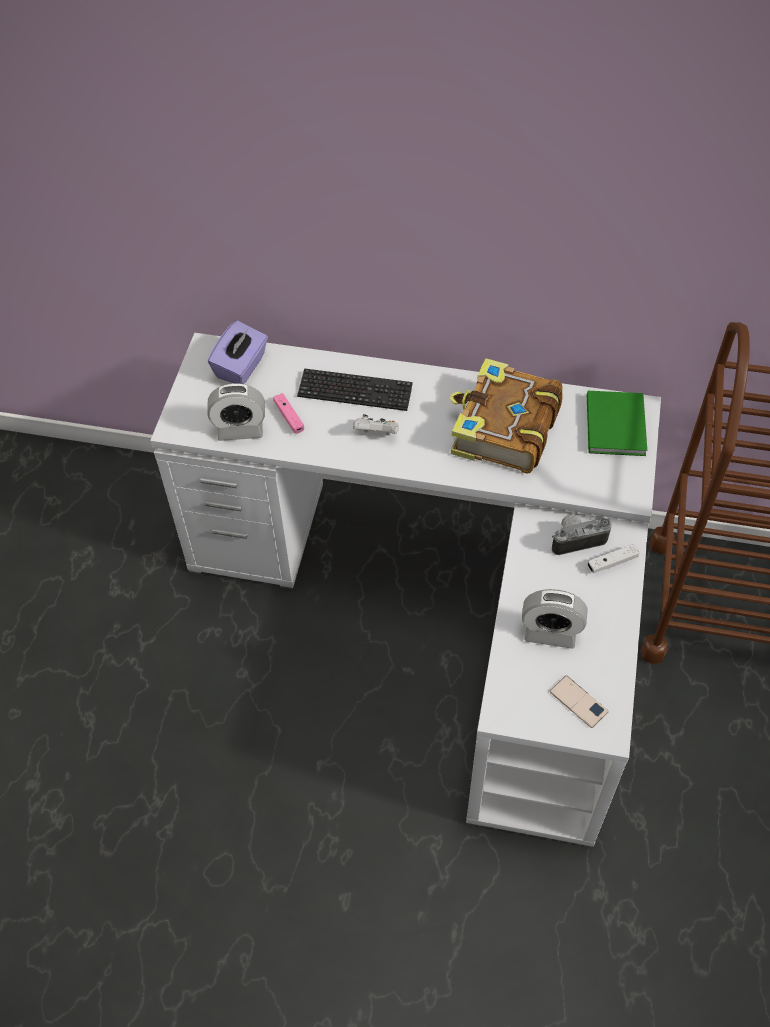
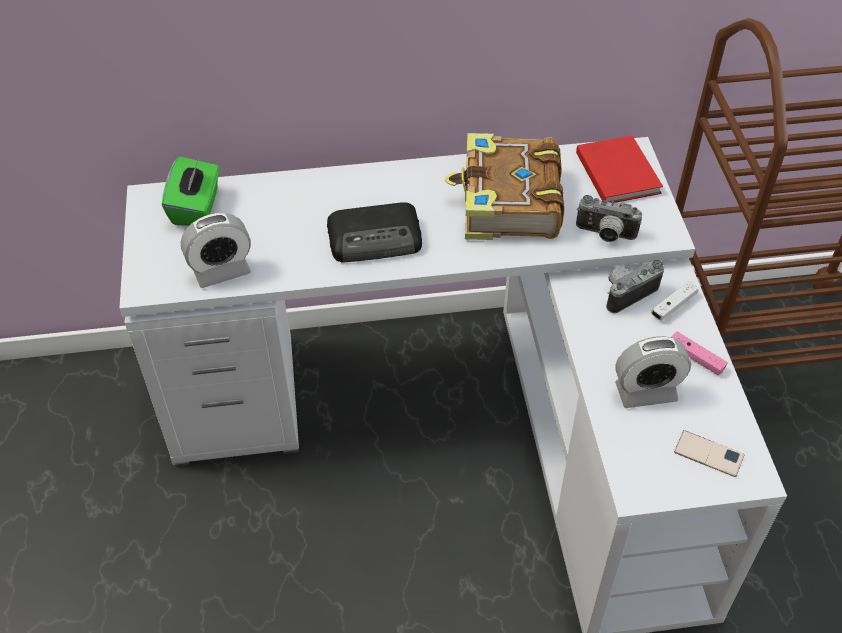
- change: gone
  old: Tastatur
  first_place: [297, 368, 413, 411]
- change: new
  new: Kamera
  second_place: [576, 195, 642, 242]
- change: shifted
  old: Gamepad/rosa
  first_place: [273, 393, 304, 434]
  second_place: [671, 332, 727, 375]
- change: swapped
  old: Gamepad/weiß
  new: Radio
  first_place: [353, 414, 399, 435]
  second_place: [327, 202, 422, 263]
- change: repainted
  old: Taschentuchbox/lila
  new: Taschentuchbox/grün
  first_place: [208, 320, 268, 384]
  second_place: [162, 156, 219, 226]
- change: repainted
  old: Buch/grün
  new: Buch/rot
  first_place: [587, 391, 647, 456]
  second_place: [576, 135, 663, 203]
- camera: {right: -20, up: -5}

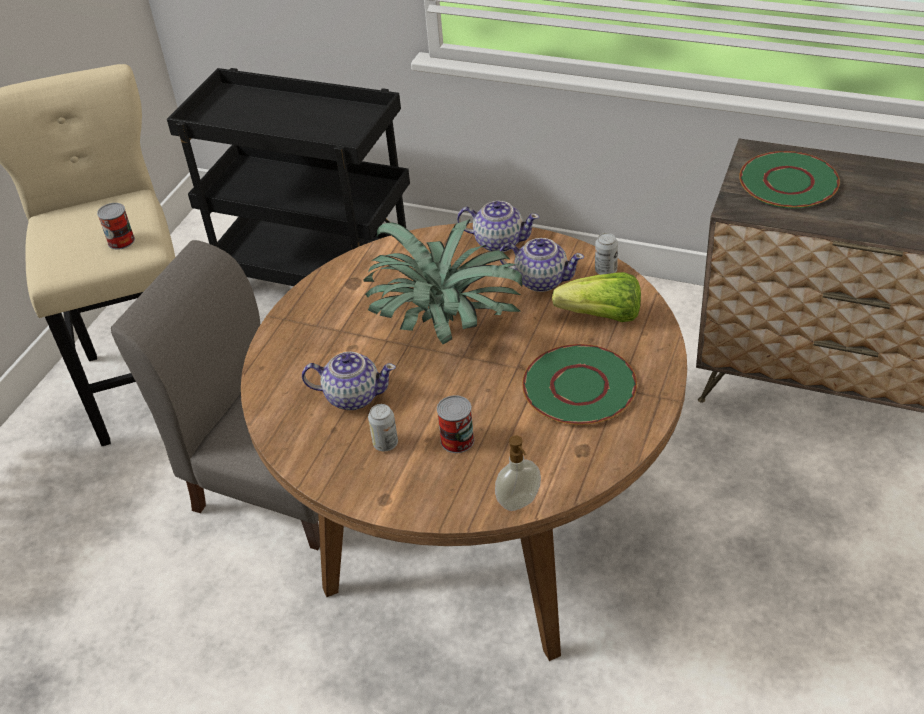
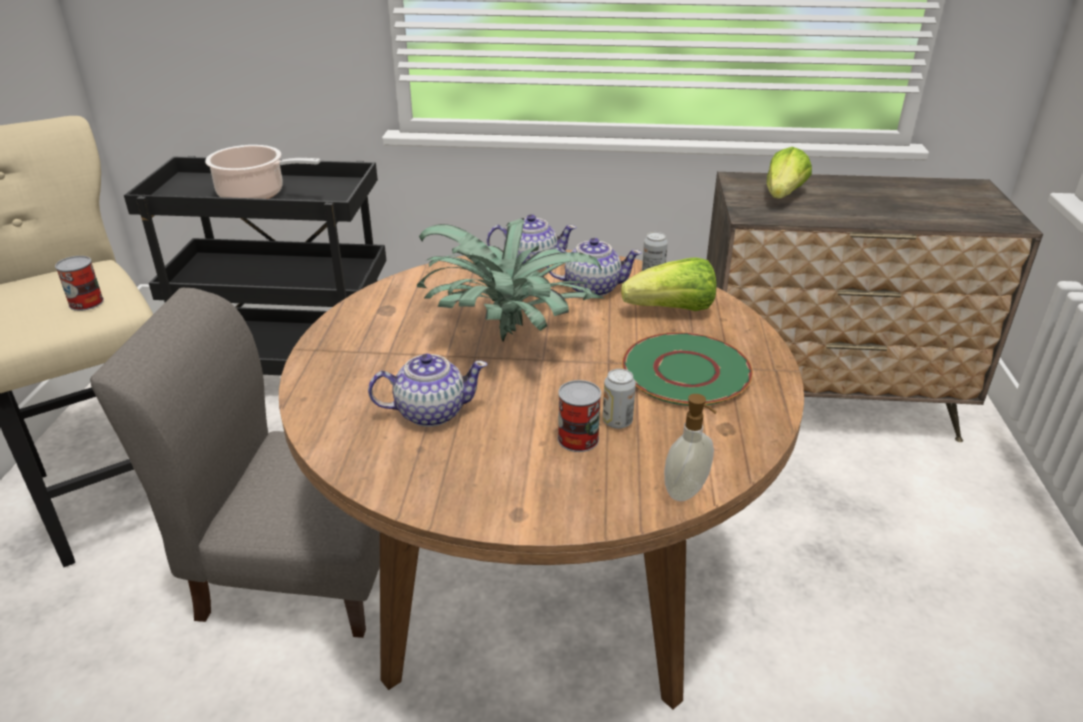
- change: new
  new: Kochtopf
  second_place: [205, 145, 321, 199]
- change: shifted
  old: Dose
  first_place: [368, 404, 398, 451]
  second_place: [603, 369, 636, 429]
- change: swapped
  old: Teller/grün
  new: Salatkopf
  first_place: [739, 151, 840, 209]
  second_place: [767, 147, 812, 199]
- camera: {right: -20, up: -10}

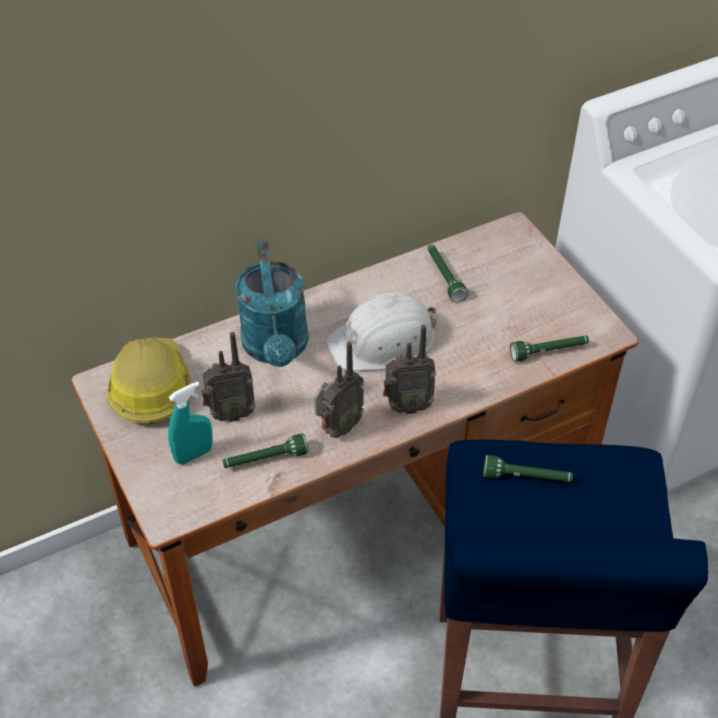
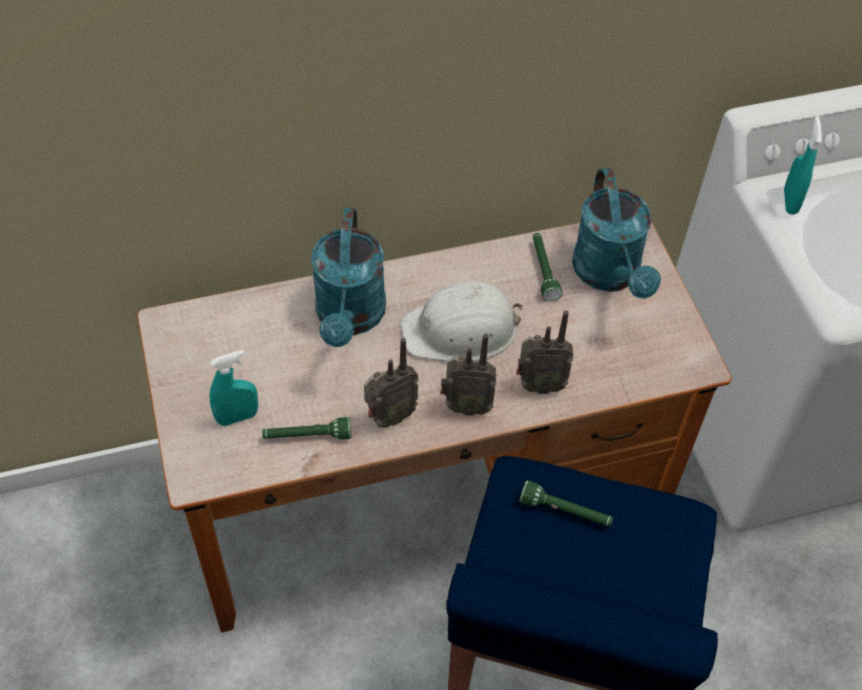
- change: gone
  old: Schutzhelm
  first_place: [107, 338, 192, 424]
- change: gone
  old: Taschenlampe/grün
  first_place: [510, 335, 589, 362]
- change: new
  new: Gießkanne/türkis
  second_place: [572, 168, 661, 299]
- change: new
  new: Sprühflasche/türkis
  second_place: [784, 116, 822, 215]
- change: shifted
  old: Radio
  first_place: [201, 332, 256, 422]
  second_place: [516, 311, 573, 394]
- camera: {right: 10, up: 5}

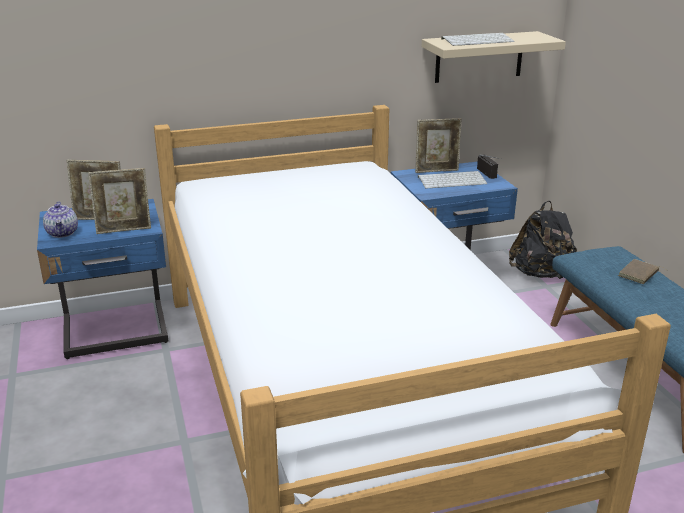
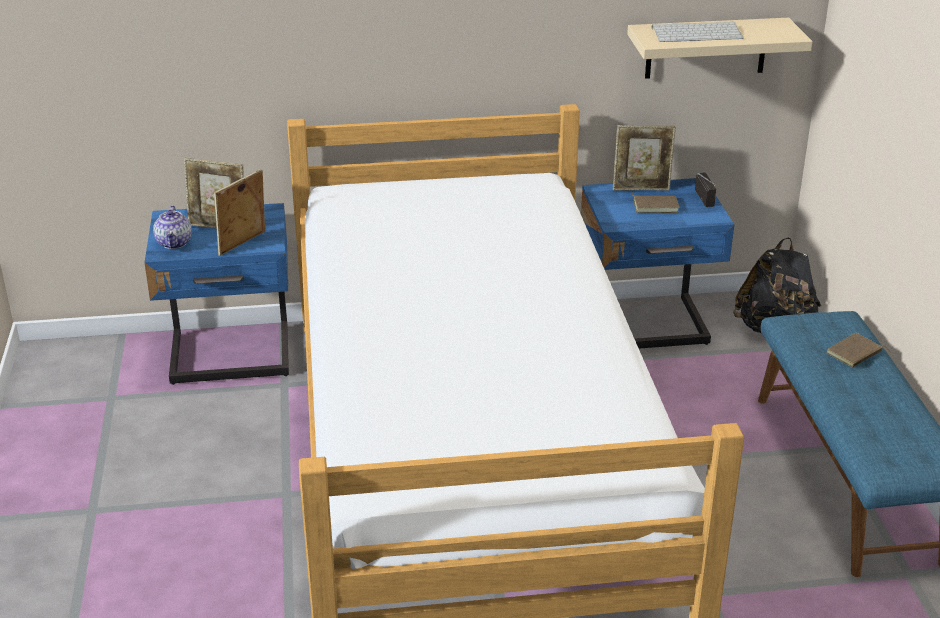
- change: swapped
  old: Tastatur
  new: Buch/braun
  first_place: [418, 171, 487, 189]
  second_place: [632, 191, 680, 213]
- change: rotated
  old: Bilderrahmen
  first_place: [88, 168, 151, 234]
  second_place: [214, 169, 265, 256]
  degrees: 135
- camera: {right: 10, up: 5}

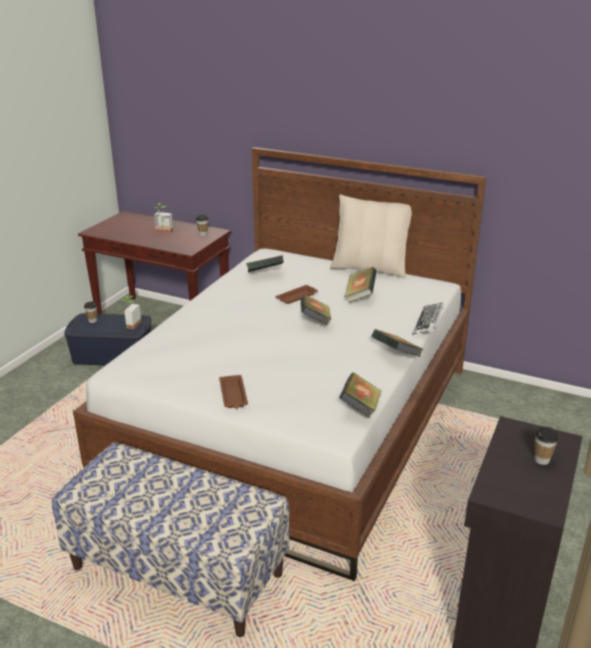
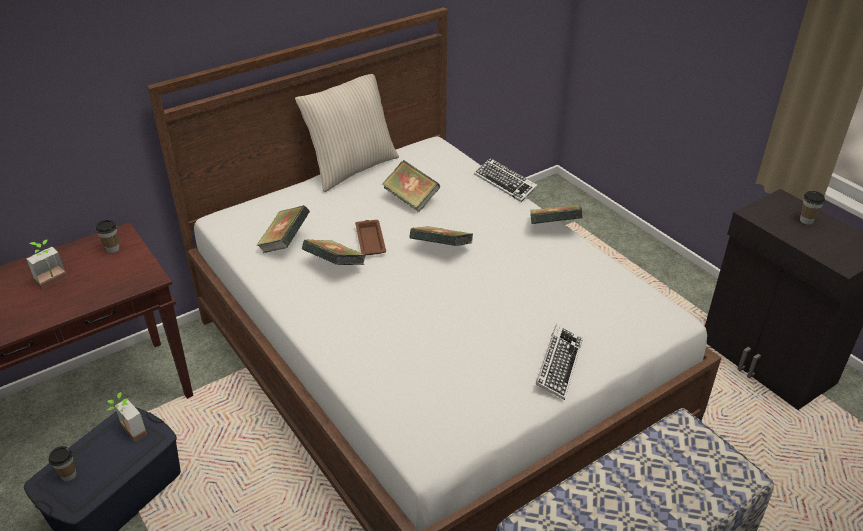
- change: shifted
  old: Buch
  first_place: [339, 373, 382, 418]
  second_place: [302, 239, 366, 265]
- change: swapped
  old: Tablett/braun
  new: Tastatur
  first_place: [219, 375, 248, 408]
  second_place: [536, 324, 583, 400]
- camera: {right: -60, up: 10}

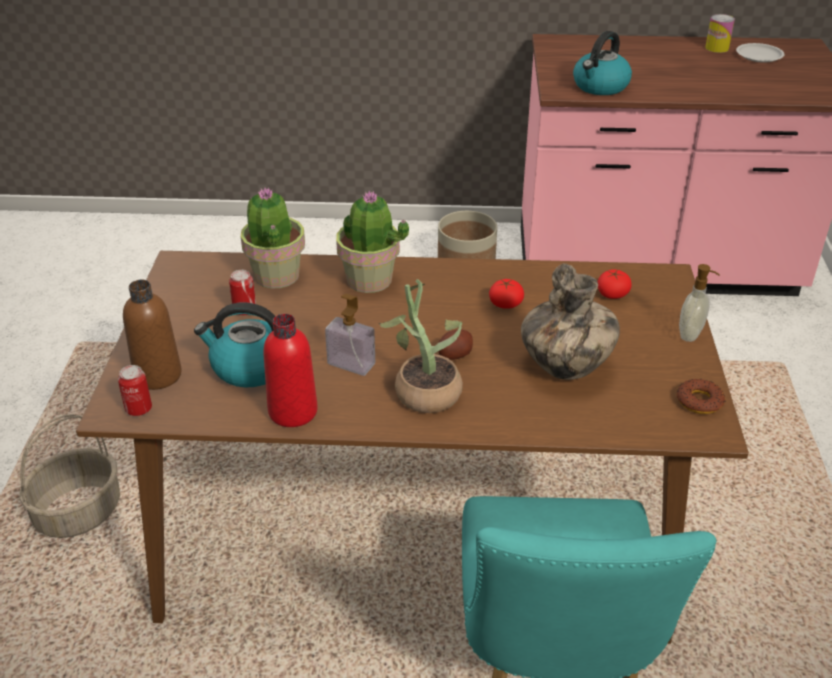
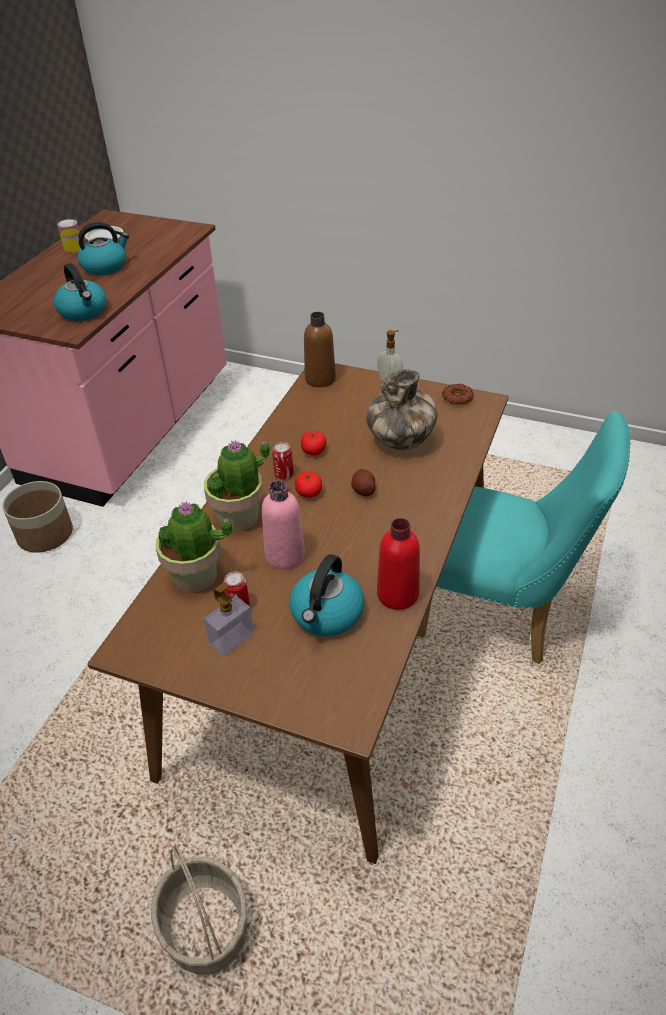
- change: gone
  old: Topfpflanze
  first_place: [379, 279, 463, 413]
- change: new
  new: Wasserkessel
  second_place: [78, 222, 129, 275]
- change: new
  new: Flasche/rosa
  second_place: [262, 480, 305, 569]
- change: shifted
  old: Dose
  first_place: [118, 365, 152, 416]
  second_place: [272, 442, 294, 479]
- change: shifted
  old: Flasche/braun
  first_place: [123, 280, 182, 390]
  second_place: [304, 312, 336, 387]
- change: shifted
  old: Seifenspender
  first_place: [325, 294, 375, 376]
  second_place: [204, 583, 254, 657]
- change: shifted
  old: Tomate
  first_place: [597, 269, 632, 299]
  second_place: [295, 471, 322, 498]
- camera: {right: -70, up: 5}

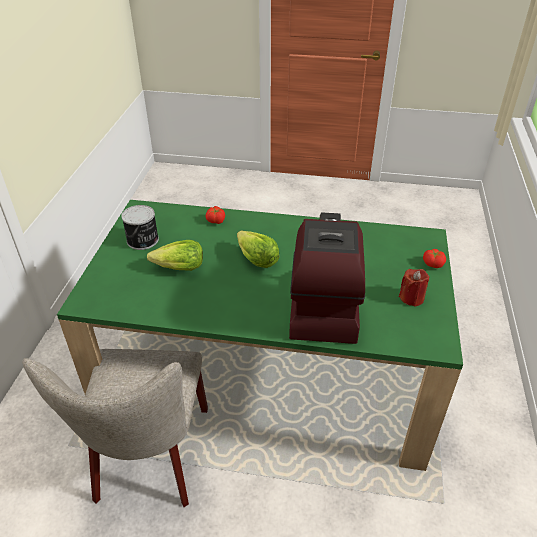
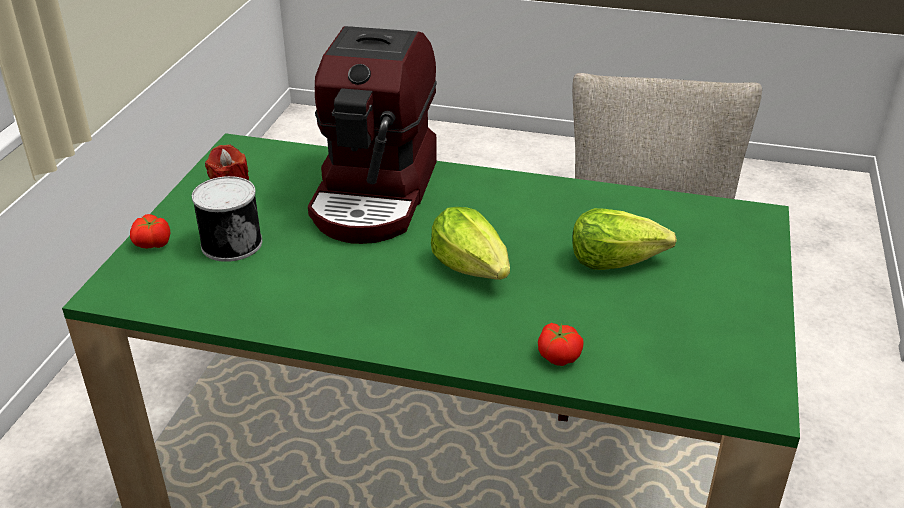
- change: shifted
  old: Dose
  first_place: [121, 205, 159, 250]
  second_place: [192, 176, 262, 262]
- camera: {right: -175, up: -5}

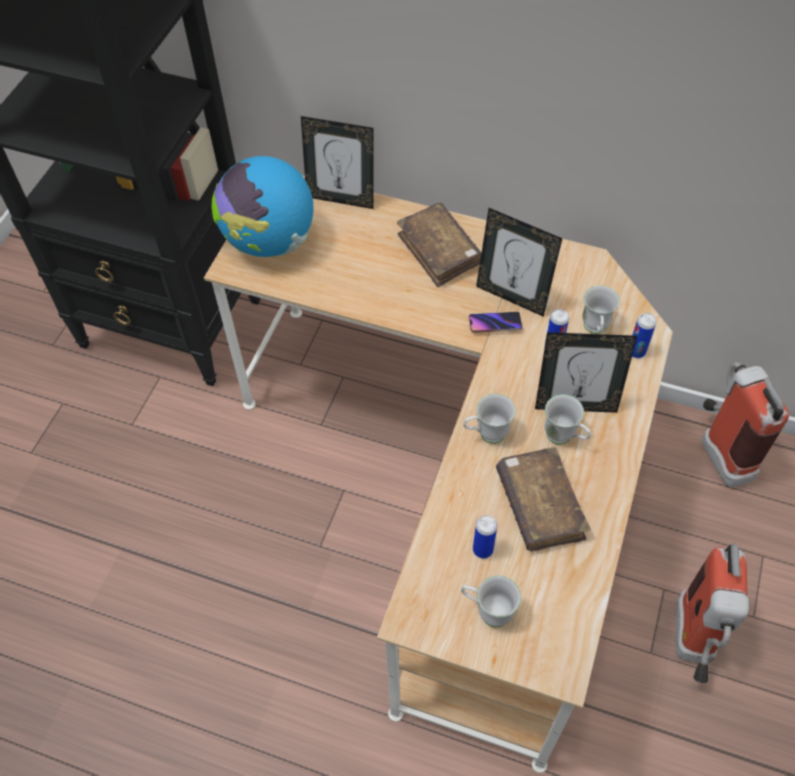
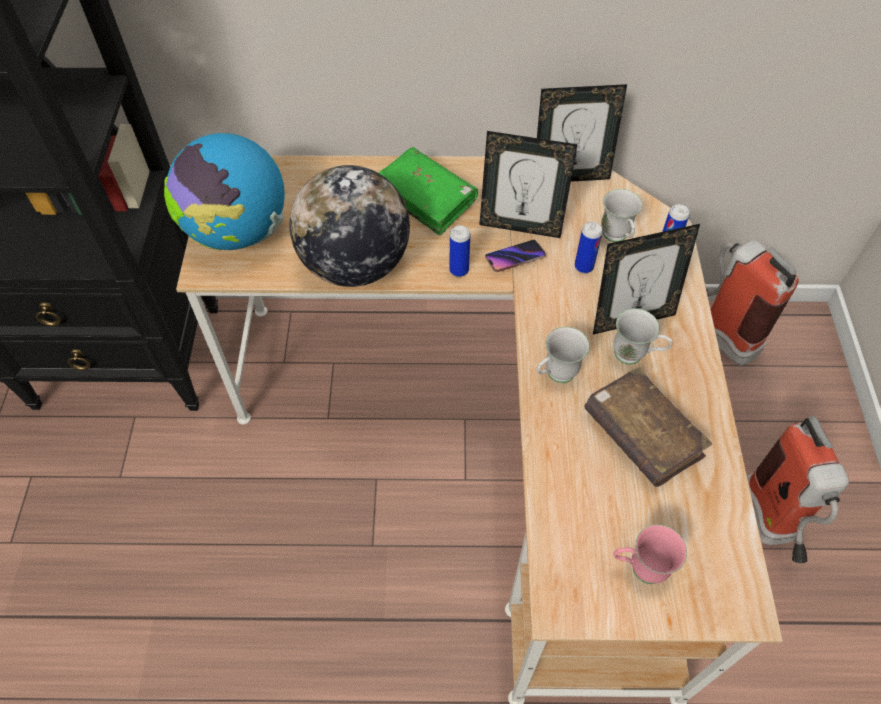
- change: new
  new: Globus
  second_place: [290, 165, 410, 287]
- change: shifted
  old: Bilderrahmen
  first_place: [301, 116, 374, 209]
  second_place: [537, 84, 627, 182]
- change: shifted
  old: Dose
  first_place: [473, 515, 497, 559]
  second_place: [449, 225, 470, 277]
- change: repainted
  old: Buch/braun
  new: Buch/grün
  first_place: [397, 203, 482, 287]
  second_place: [379, 147, 478, 236]
- change: repainted
  old: Henkelbecher/weiß
  new: Henkelbecher/rosa
  first_place: [461, 576, 521, 628]
  second_place: [613, 525, 687, 584]
- camera: {right: -20, up: 0}

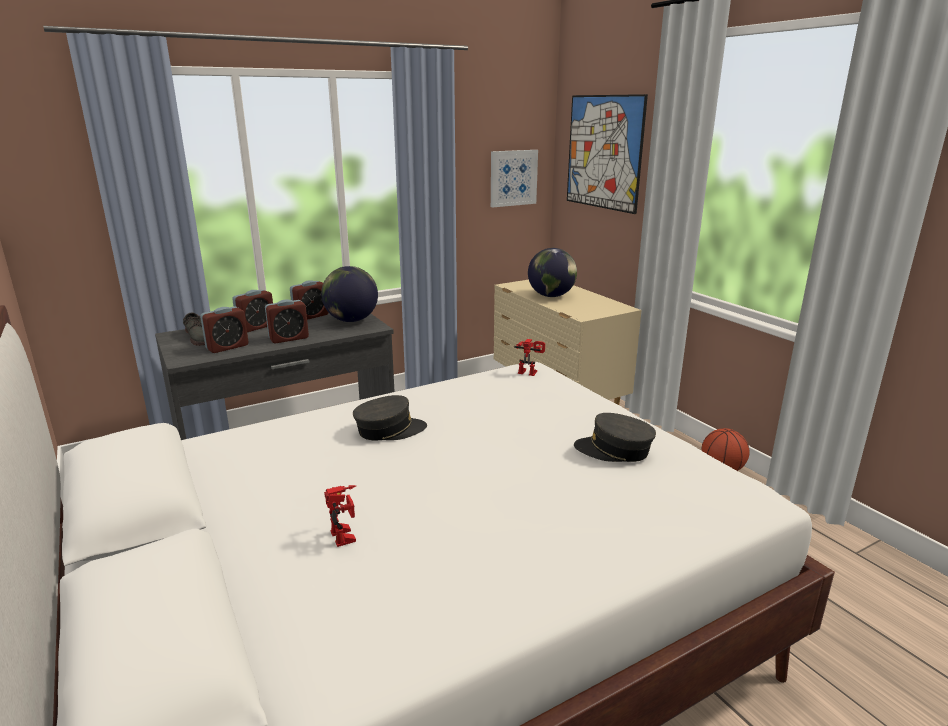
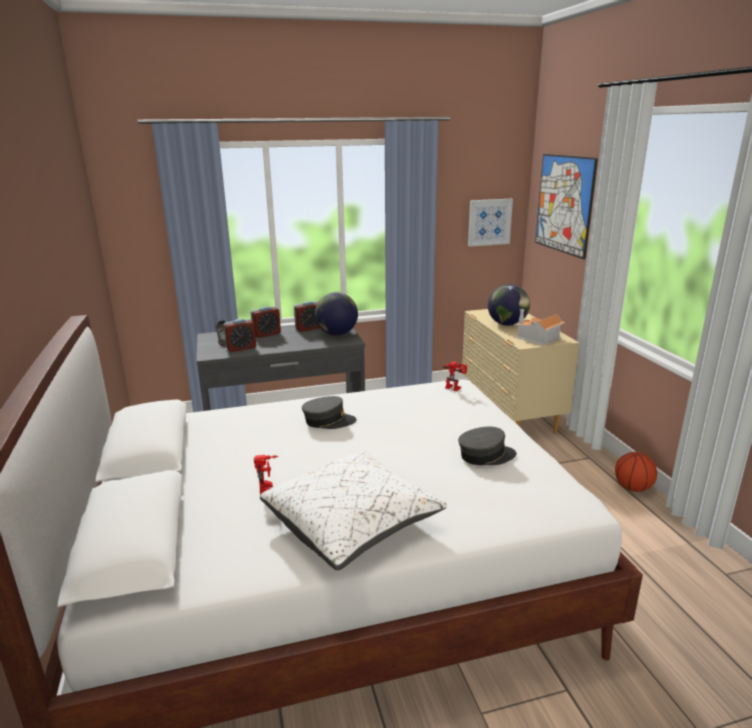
- change: gone
  old: Wecker
  first_place: [265, 300, 309, 343]
- change: new
  new: Kissen/weiß
  second_place: [260, 450, 447, 570]
- change: new
  new: Spielzeughaus
  second_place: [514, 309, 565, 346]
- change: rotated
  old: Kappe/grau
  first_place: [574, 413, 656, 462]
  second_place: [458, 427, 517, 465]
  degrees: 135
- camera: {right: 15, up: 0}

